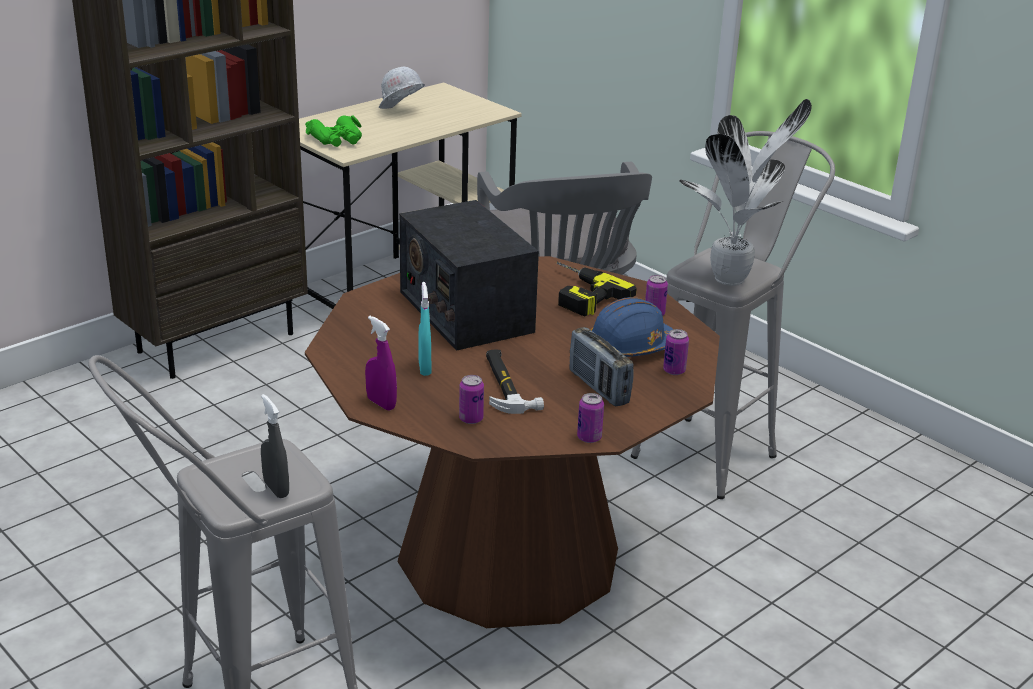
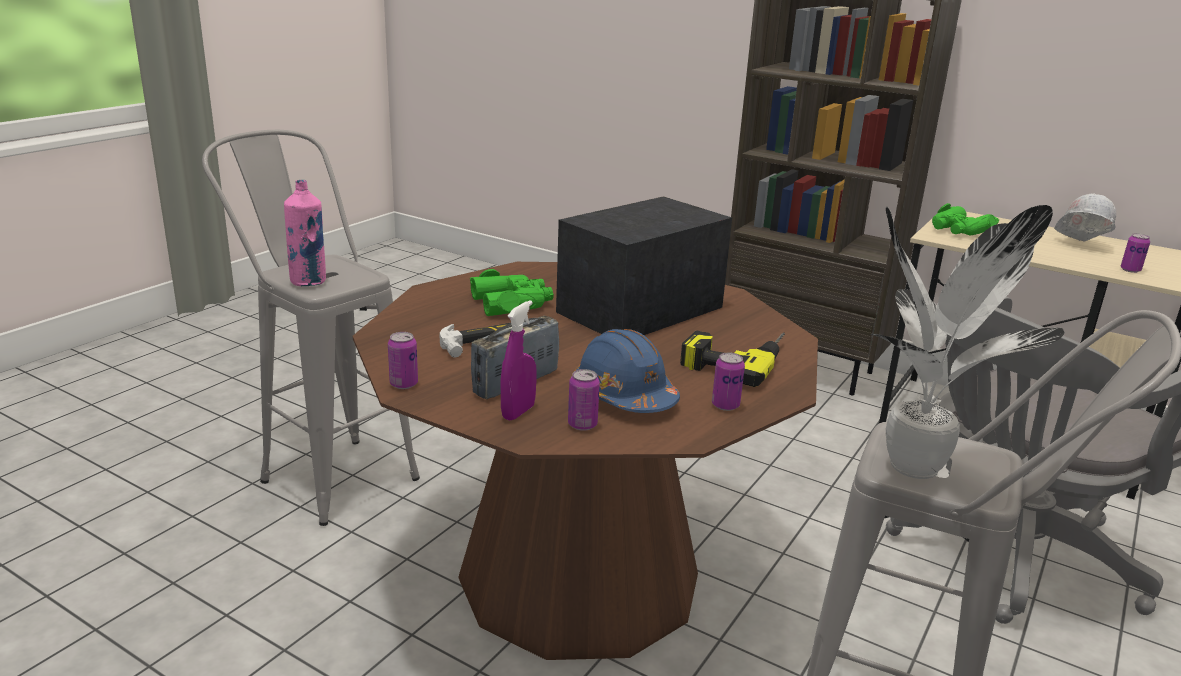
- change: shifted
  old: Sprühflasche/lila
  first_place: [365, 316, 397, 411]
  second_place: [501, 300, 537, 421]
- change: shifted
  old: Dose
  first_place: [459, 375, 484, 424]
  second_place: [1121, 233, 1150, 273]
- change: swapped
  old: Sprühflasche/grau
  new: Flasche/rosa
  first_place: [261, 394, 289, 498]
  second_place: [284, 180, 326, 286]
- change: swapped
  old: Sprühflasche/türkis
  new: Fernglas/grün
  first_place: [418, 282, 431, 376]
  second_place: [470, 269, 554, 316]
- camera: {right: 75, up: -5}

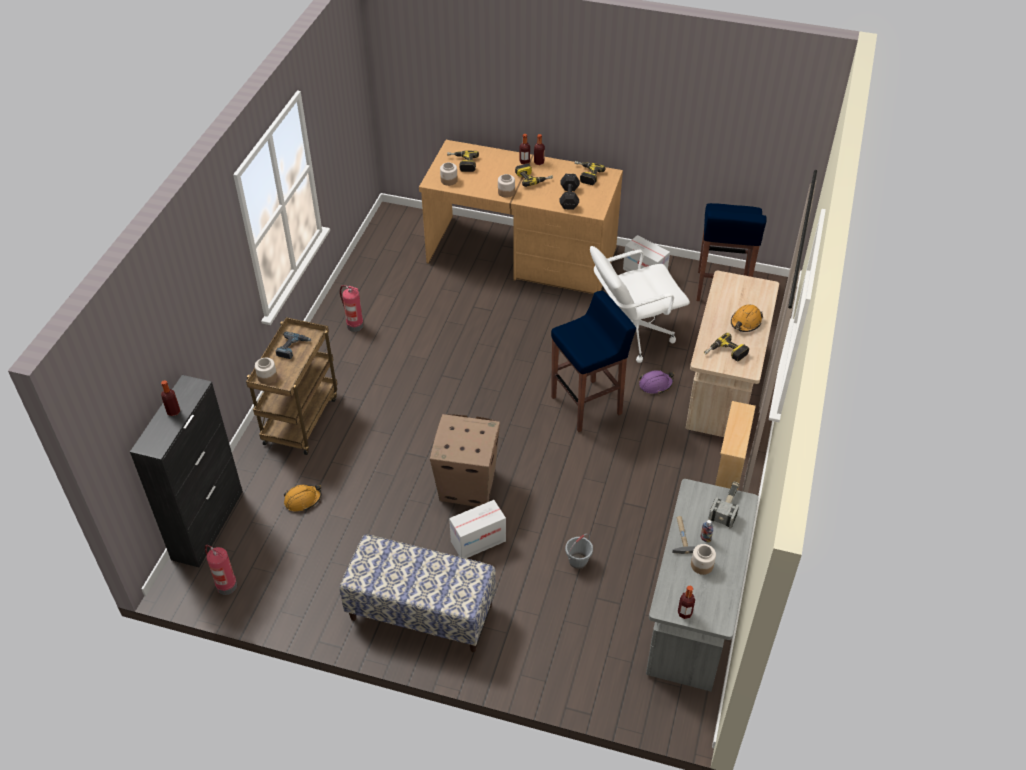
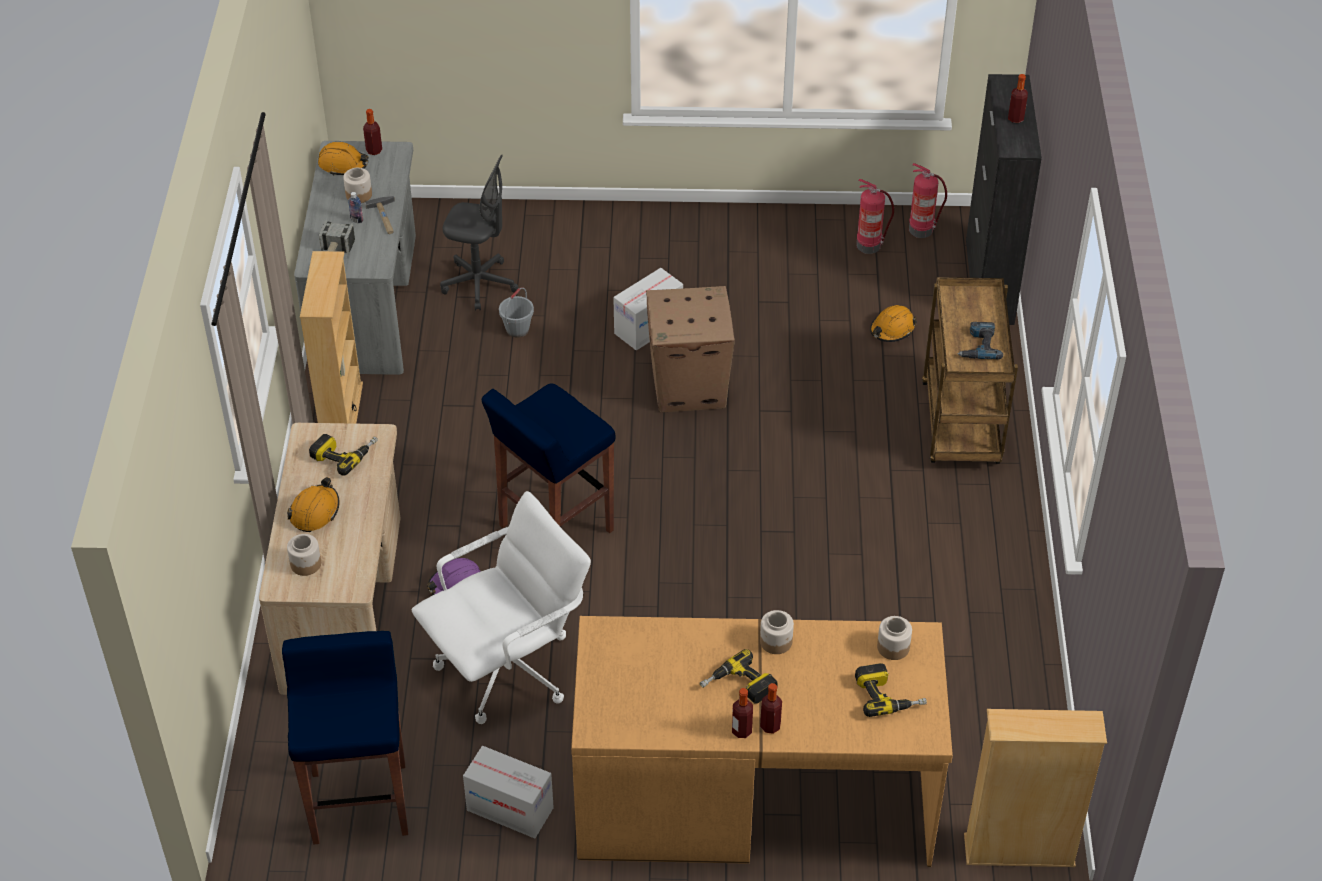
- change: gone
  old: Bank
  first_place: [340, 534, 496, 652]
- change: gone
  old: Hantel/schwarz
  first_place: [559, 174, 580, 210]
- change: gone
  old: Bohrmaschine
  first_place: [575, 161, 605, 185]
- change: new
  new: Schutzhelm/orange
  second_place: [318, 142, 369, 176]
- change: new
  new: Bürostuhl/grau
  second_place: [440, 155, 519, 311]
- change: new
  new: Bücherregal/beige
  second_place: [964, 709, 1107, 867]
- change: shifted
  old: Vorratsglas
  first_place: [255, 358, 277, 384]
  second_place: [287, 534, 321, 576]
- change: shifted
  old: Feuerlöscher
  first_place: [340, 285, 364, 332]
  second_place: [856, 179, 894, 254]
- camera: {right: 165, up: 0}

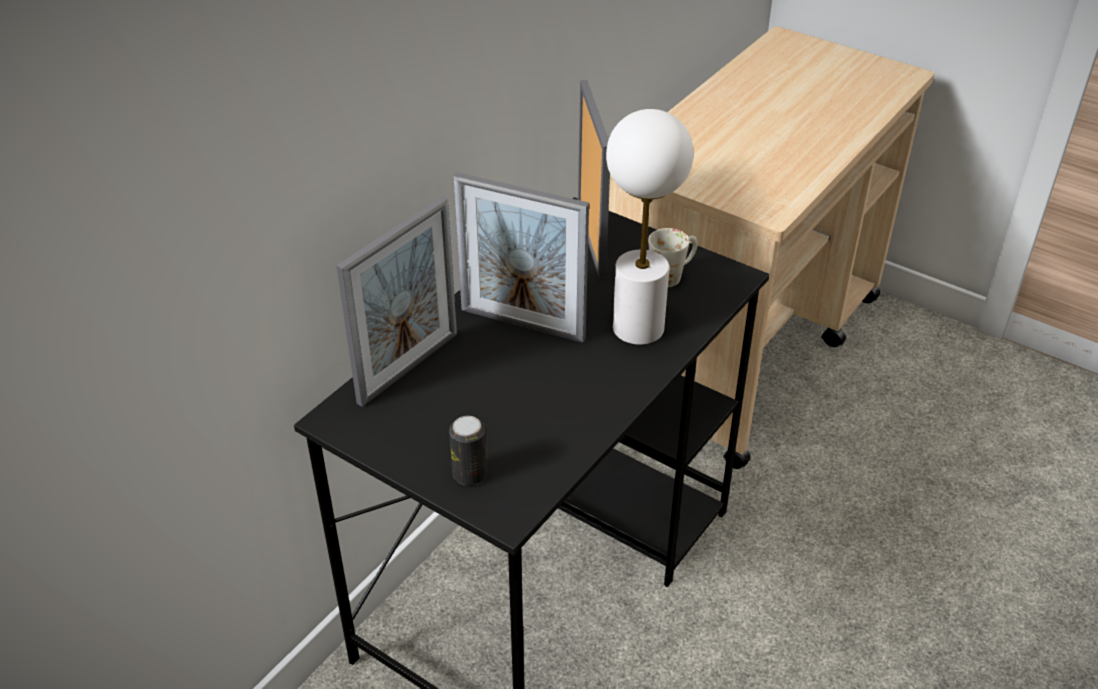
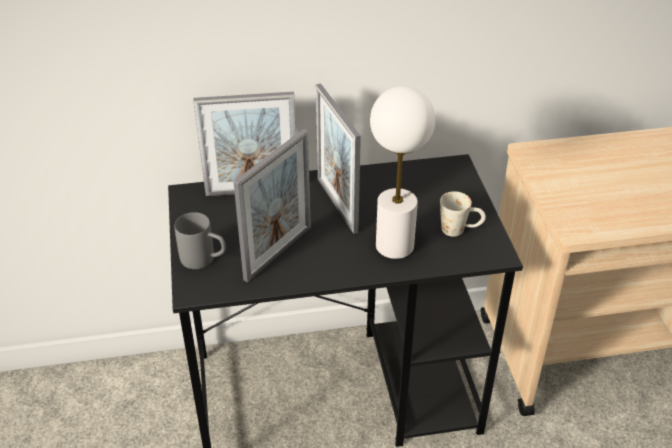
- change: shifted
  old: Bilderrahmen
  first_place: [578, 80, 610, 279]
  second_place: [233, 129, 311, 282]
- change: swapped
  old: Dose
  new: Henkelbecher/grau
  first_place: [449, 416, 487, 485]
  second_place: [175, 212, 226, 269]
- camera: {right: 45, up: 0}

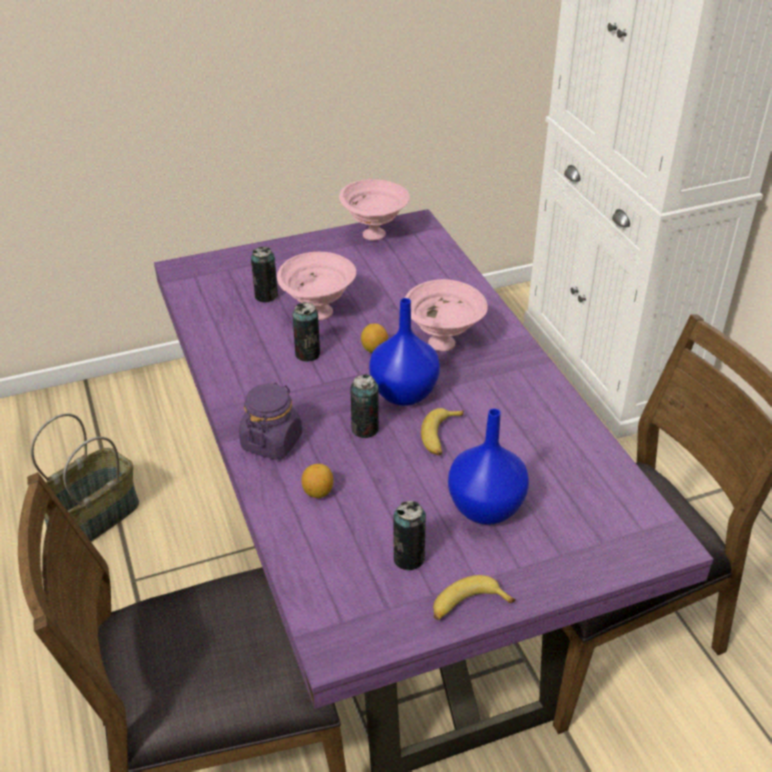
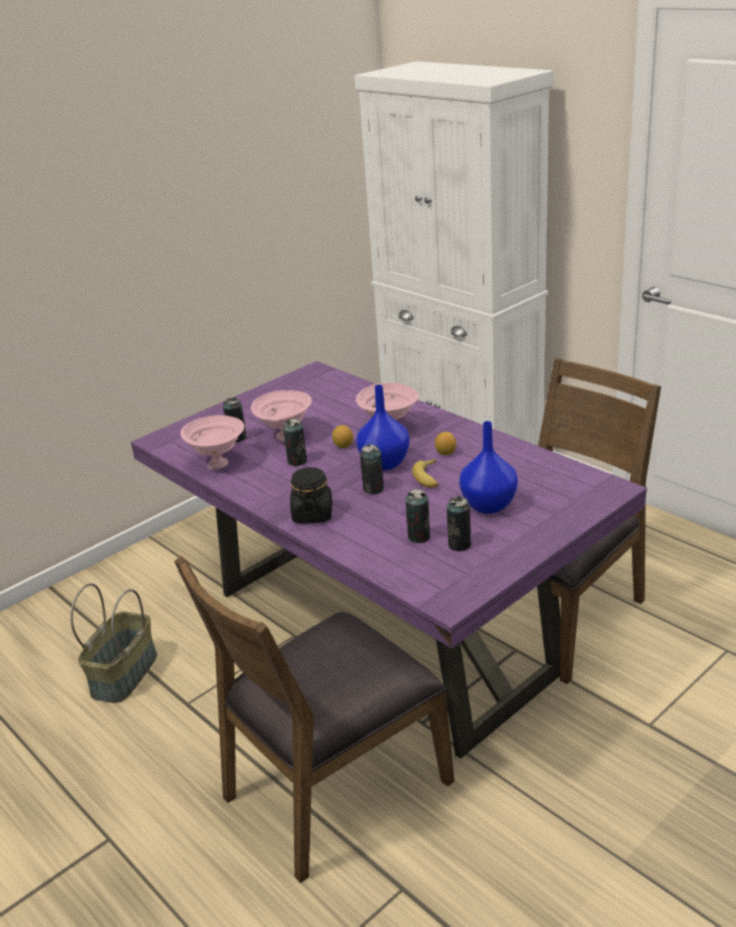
- change: gone
  old: Banane
  first_place: [433, 575, 516, 620]
- change: new
  new: Dose
  second_place: [406, 489, 430, 543]
- change: shifted
  old: Zitrone
  first_place: [302, 464, 333, 498]
  second_place: [435, 432, 456, 455]
- change: shifted
  old: Schüssel/rosa
  first_place: [339, 179, 410, 241]
  second_place: [180, 415, 244, 470]
- change: repainted
  old: Vorratsglas/lila
  new: Vorratsglas/schwarz
  first_place: [239, 382, 302, 460]
  second_place: [290, 467, 332, 523]
- camera: {right: -20, up: -10}

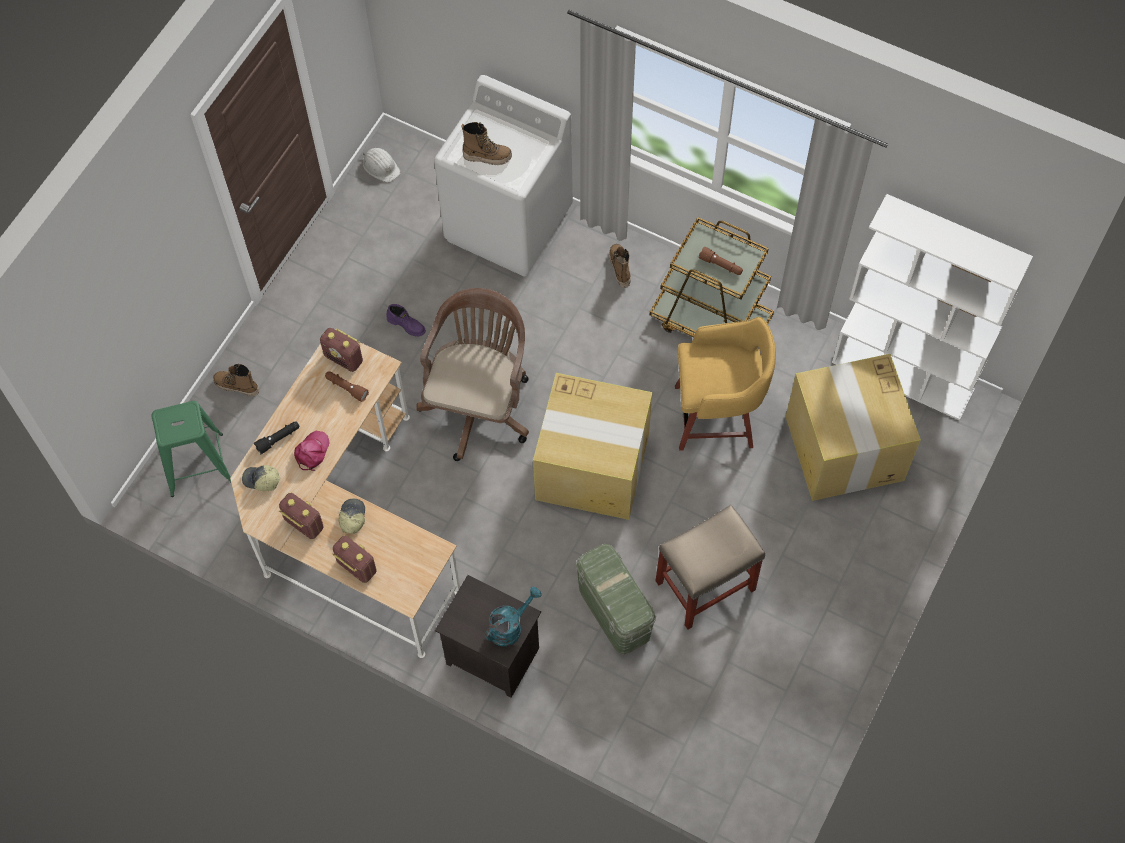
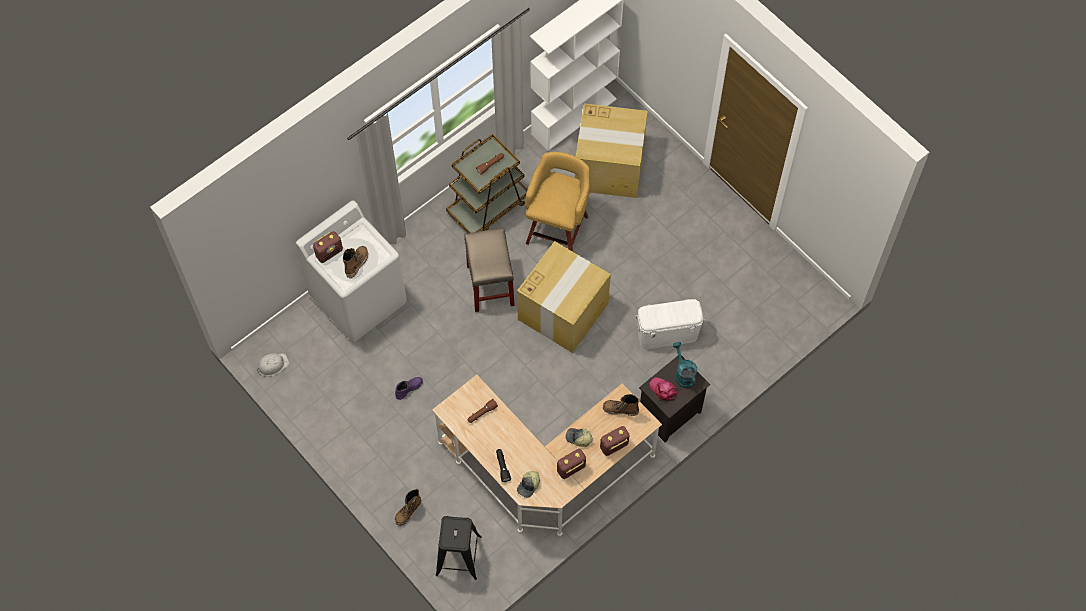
- change: gone
  old: Bürostuhl/braun
  first_place: [416, 288, 529, 461]
- change: shifted
  old: Kappe/rosa
  first_place: [294, 431, 330, 471]
  second_place: [649, 377, 678, 401]
- change: shifted
  old: Radio
  first_place: [320, 328, 363, 372]
  second_place: [313, 231, 343, 263]
- change: shifted
  old: Stiefel
  first_place: [609, 244, 631, 288]
  second_place: [603, 394, 640, 416]
- change: shifted
  old: Hocker/beige
  first_place: [656, 505, 765, 629]
  second_place: [464, 228, 515, 312]
- change: repainted
  old: Hocker/grün
  new: Hocker/schwarz
  first_place: [151, 401, 231, 497]
  second_place: [435, 516, 482, 580]
- change: repainted
  old: Aufbewahrungsbox/grün
  new: Aufbewahrungsbox/weiß
  first_place: [576, 544, 656, 655]
  second_place: [636, 299, 705, 349]
- camera: {right: -70, up: 0}

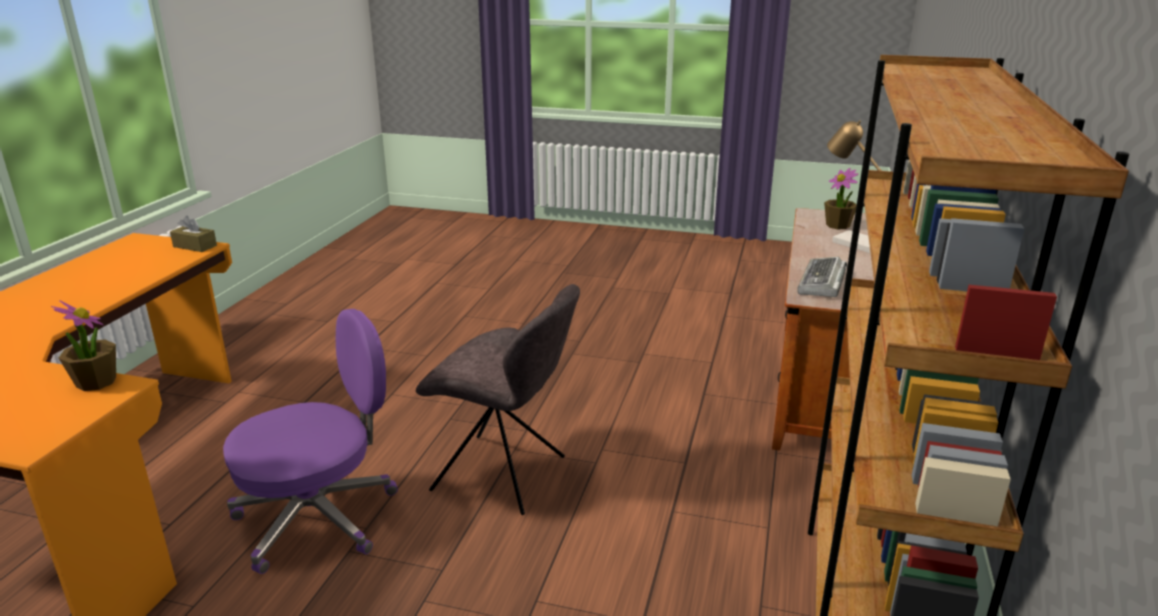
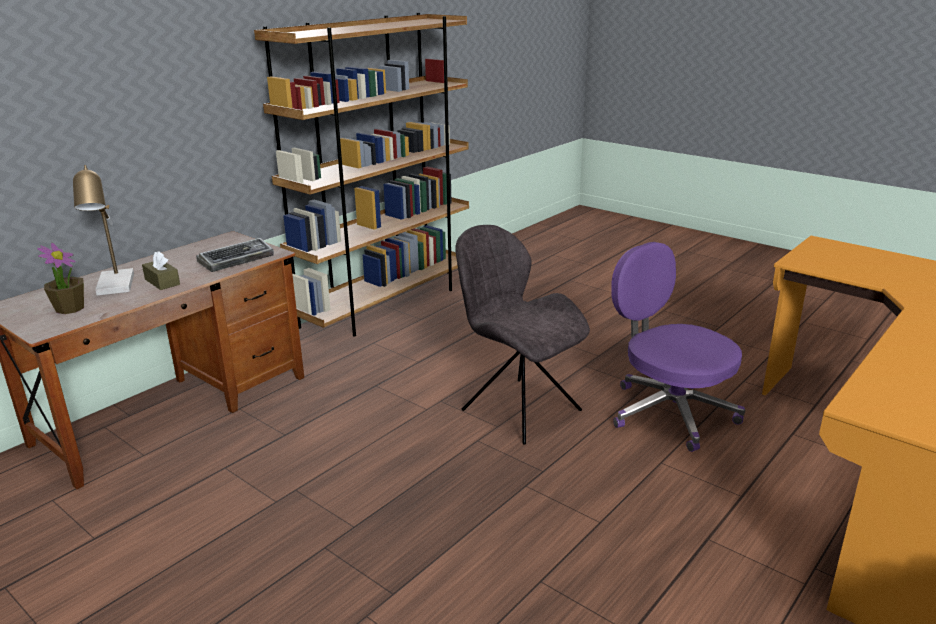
- change: gone
  old: Topfpflanze
  first_place: [51, 300, 116, 391]
- change: shifted
  old: Taschentuchbox/braun
  first_place: [170, 216, 217, 252]
  second_place: [142, 251, 180, 290]
- change: rotated
  old: Bürostuhl/lila
  first_place: [223, 309, 398, 574]
  second_place: [611, 242, 745, 452]
  degrees: 60
- camera: {right: -155, up: 0}

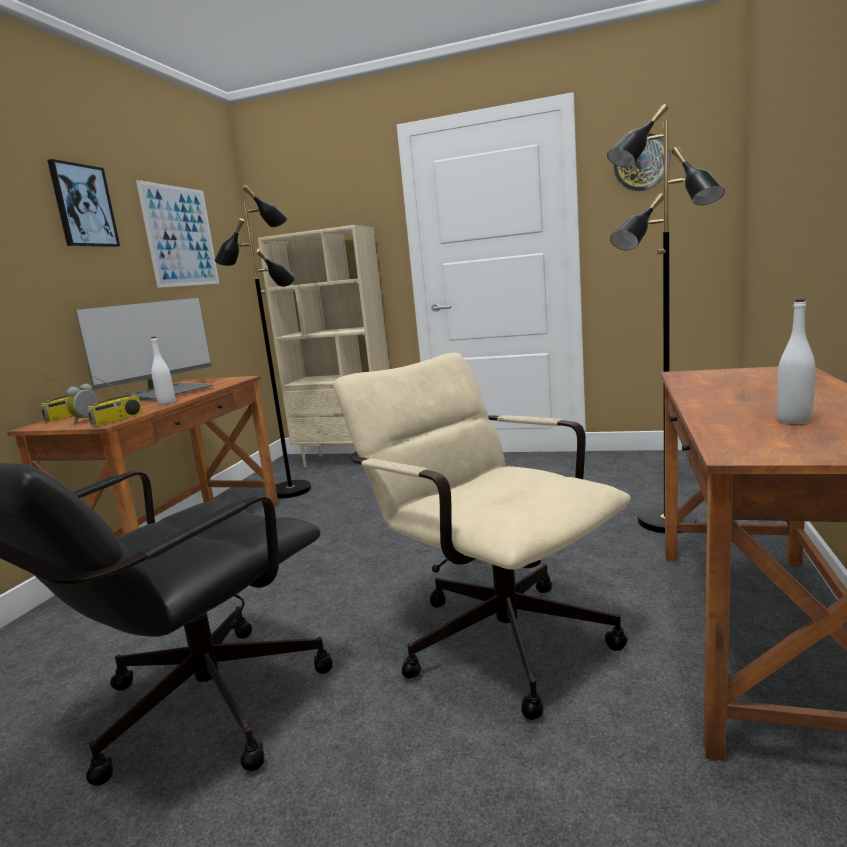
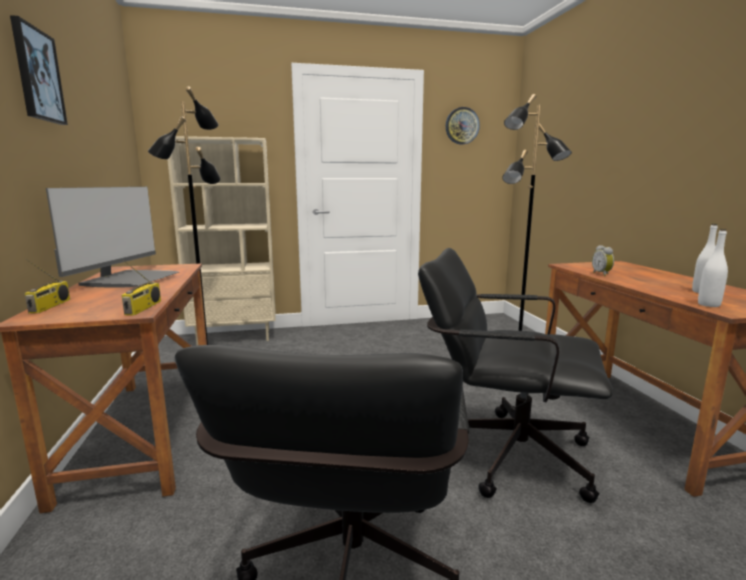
- change: gone
  old: Bild
  first_place: [136, 180, 219, 288]
- change: shifted
  old: Wecker
  first_place: [66, 383, 99, 424]
  second_place: [592, 245, 614, 276]
- change: shifted
  old: Flasche/weiß
  first_place: [151, 337, 175, 405]
  second_place: [698, 229, 728, 307]
- change: repainted
  old: Bürostuhl/beige
  new: Bürostuhl/schwarz
  first_place: [333, 353, 631, 720]
  second_place: [418, 248, 613, 503]
- camera: {right: -30, up: 0}

